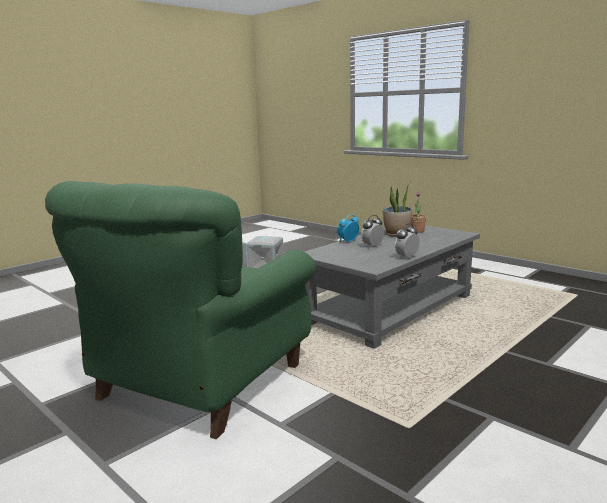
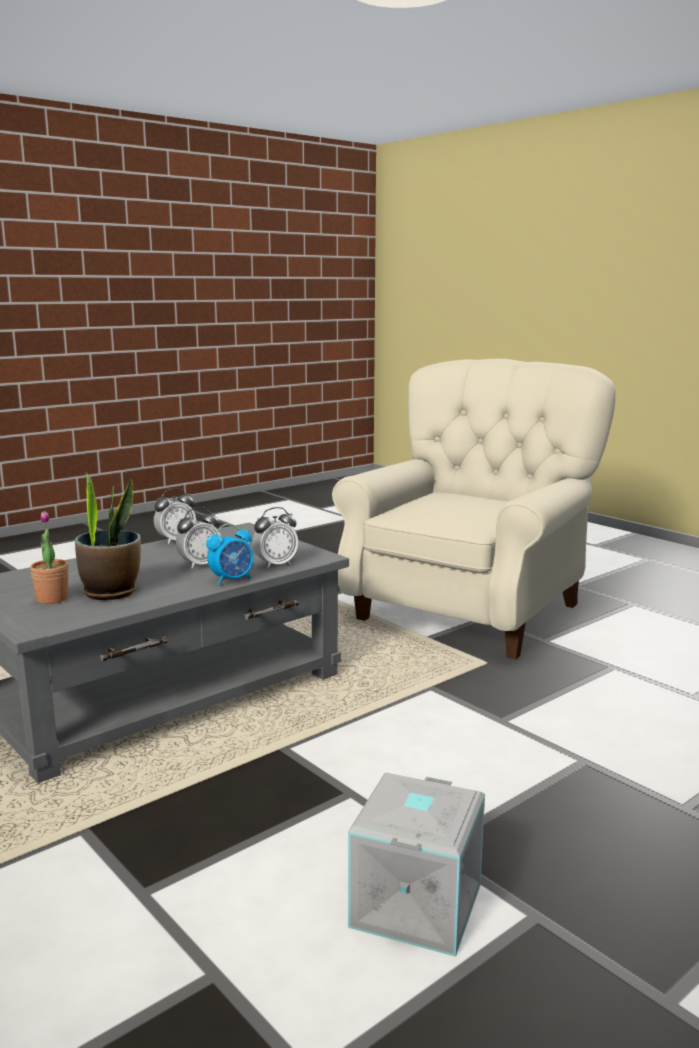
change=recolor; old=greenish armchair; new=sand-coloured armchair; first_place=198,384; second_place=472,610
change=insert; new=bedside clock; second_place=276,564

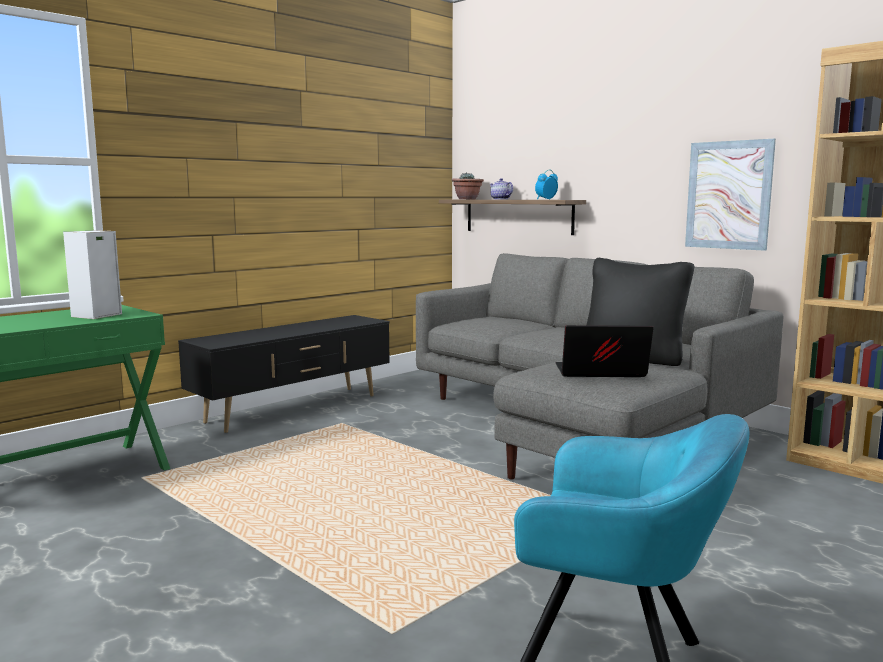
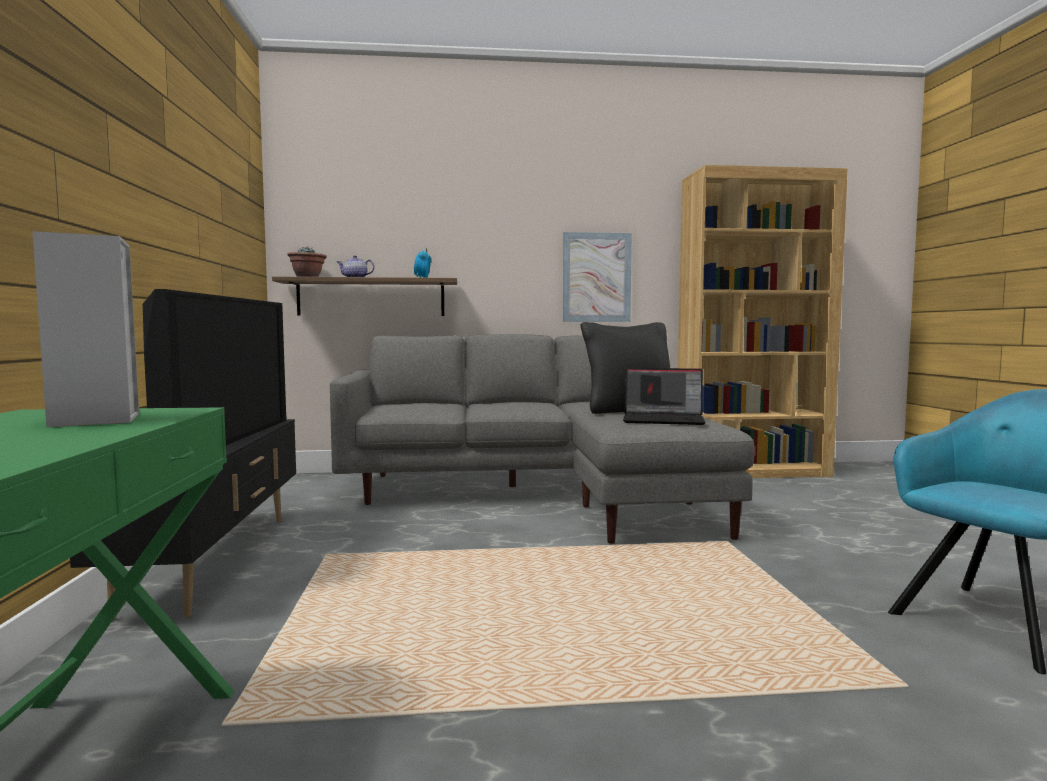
change=rotate; old=laptop; first_place=599,373; second_place=664,420; degrees=-120
change=insert; new=television; second_place=226,438

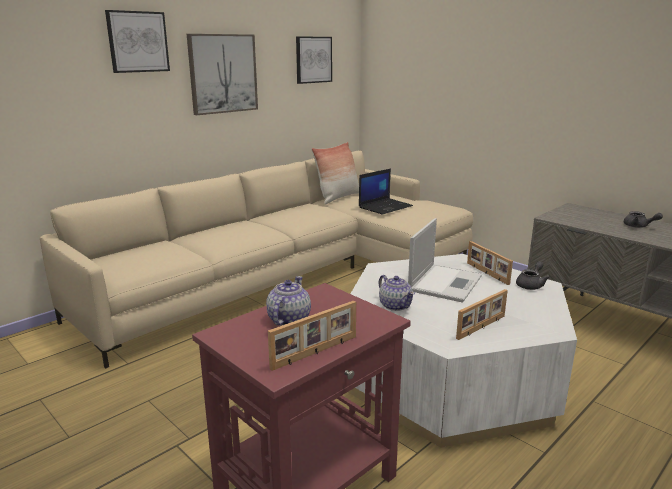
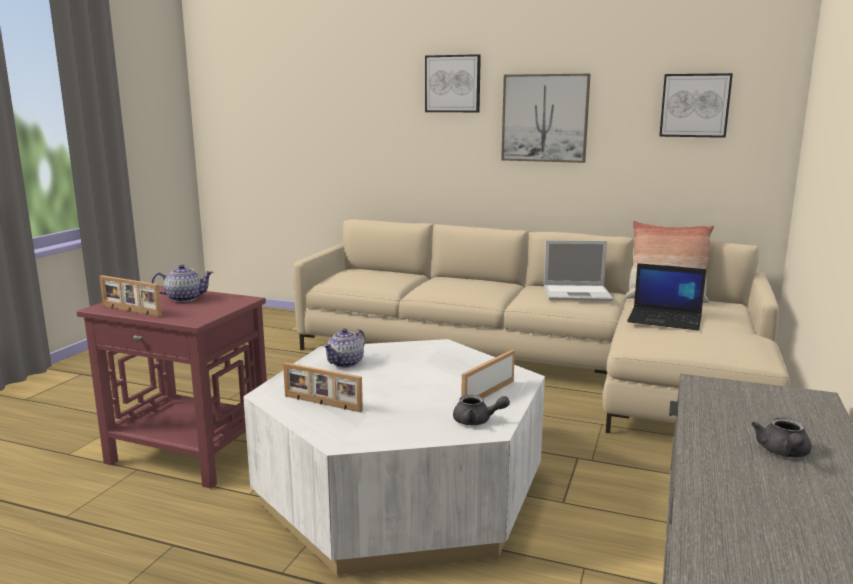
change=move; old=laptop; first_place=445,282; second_place=578,293

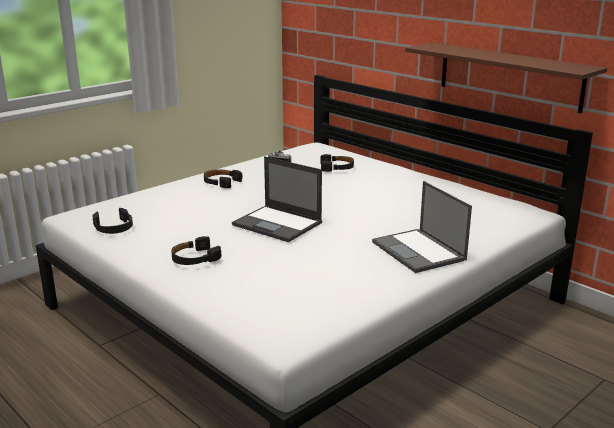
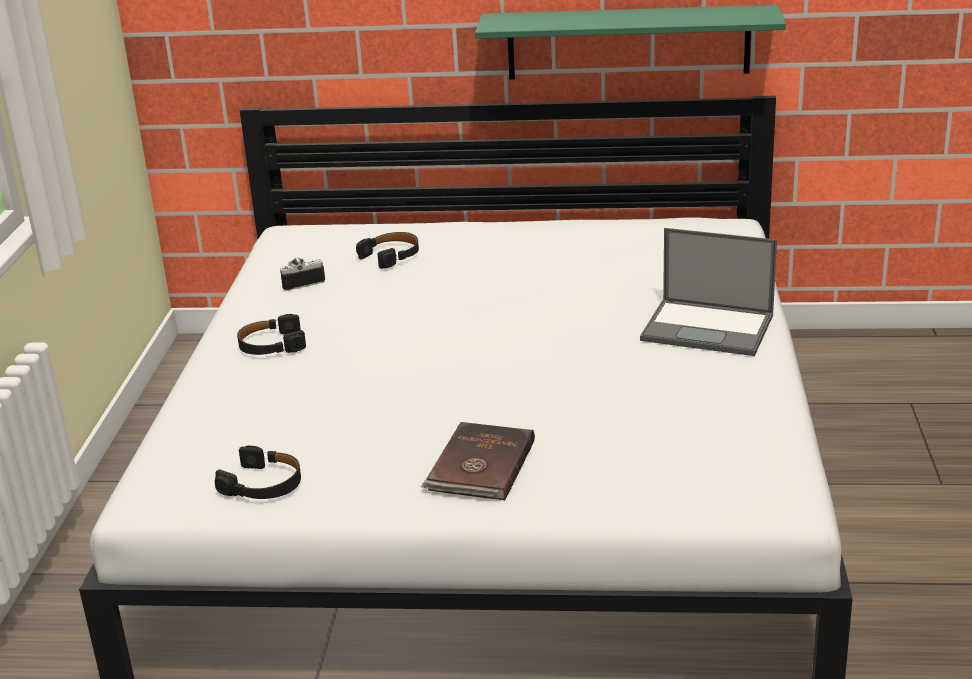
change=recolor; old=brown bracket shelf; new=greenish bracket shelf; first_place=509,76; second_place=628,42
change=delete; old=laptop; first_place=278,224
change=replace; old=blackish pair of headphones; new=brown bound book; first_place=194,258; second_place=479,466

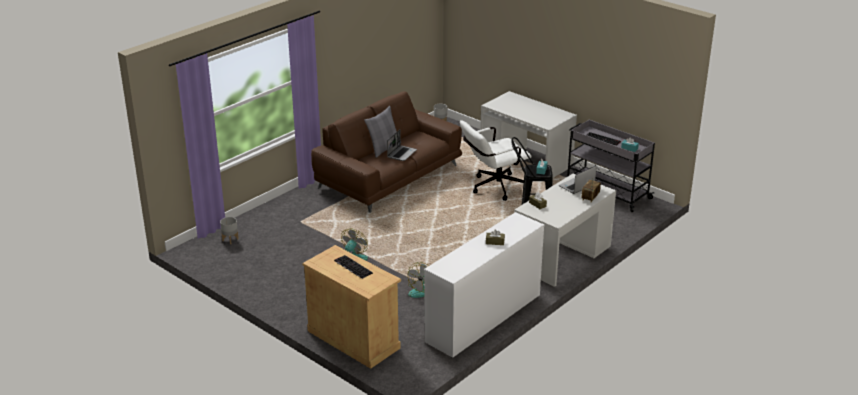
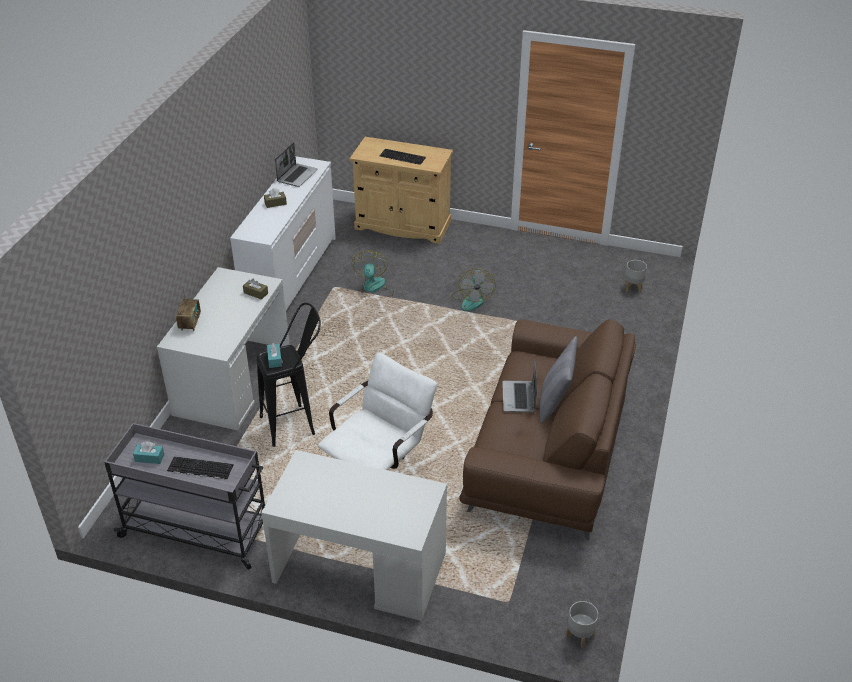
change=move; old=laptop; first_place=576,186; second_place=297,176

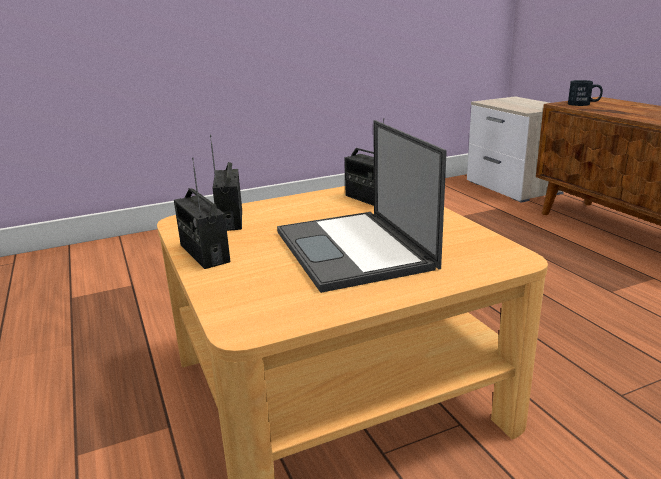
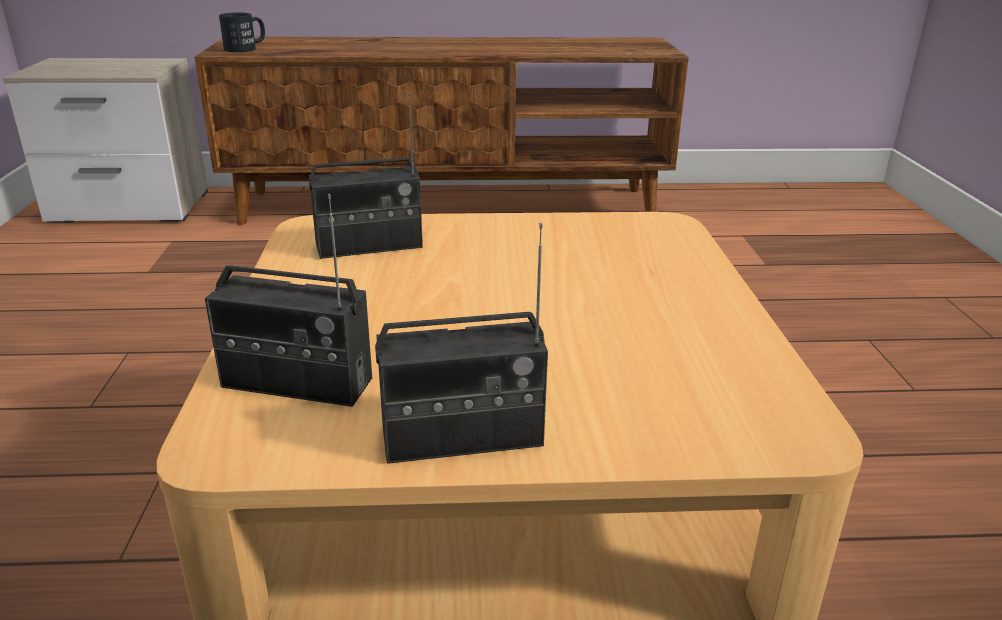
change=delete; old=laptop; first_place=354,250

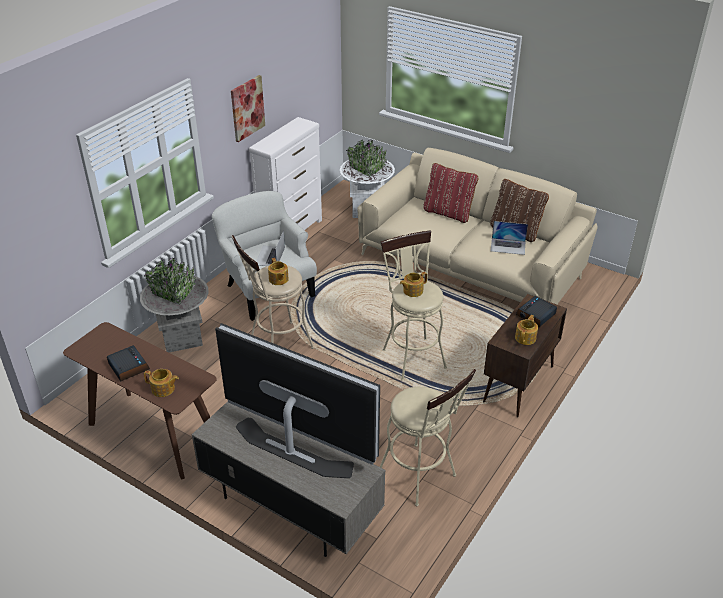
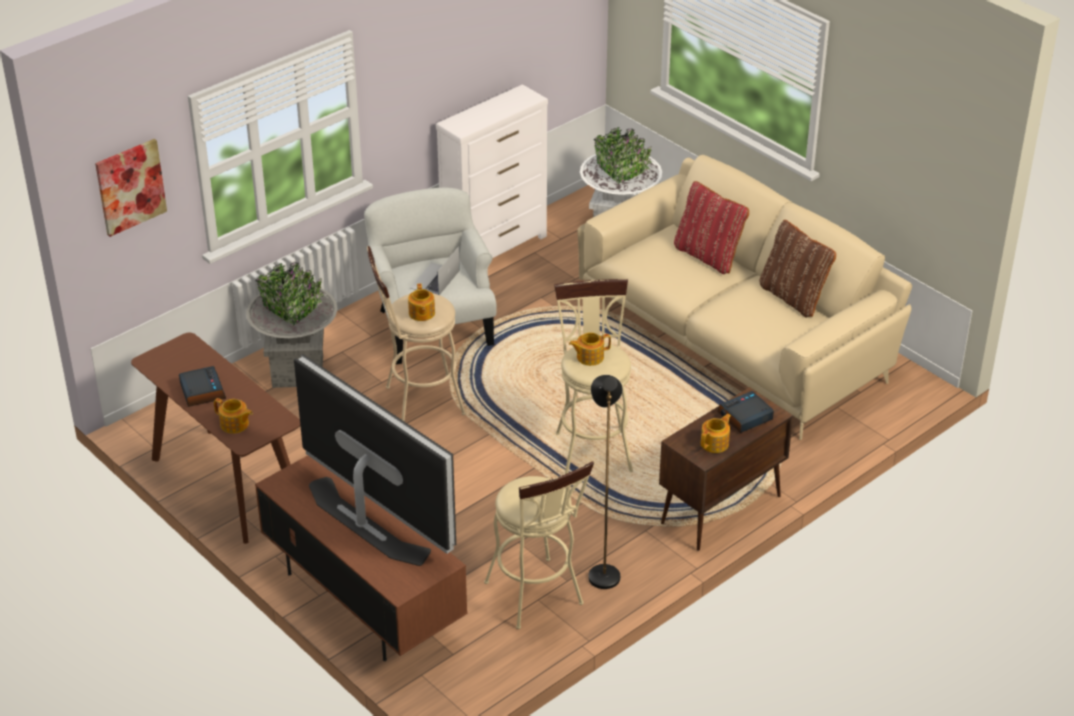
change=move; old=wall picture; first_place=247,108; second_place=130,186
change=delete; old=laptop; first_place=508,246
change=recolor; old=gray tv stand; new=brown tv stand; first_place=289,507; second_place=362,599
change=insert; new=blackish floor lamp; second_place=602,569

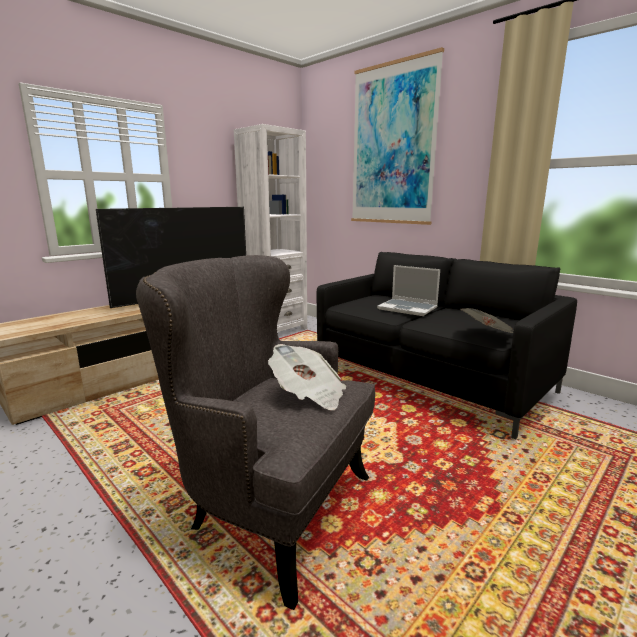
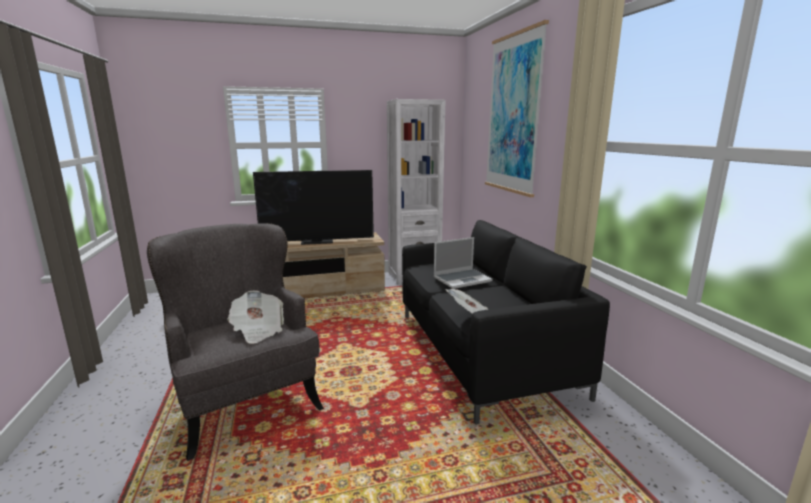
change=rotate; old=laptop; first_place=408,308; second_place=462,279; degrees=-90

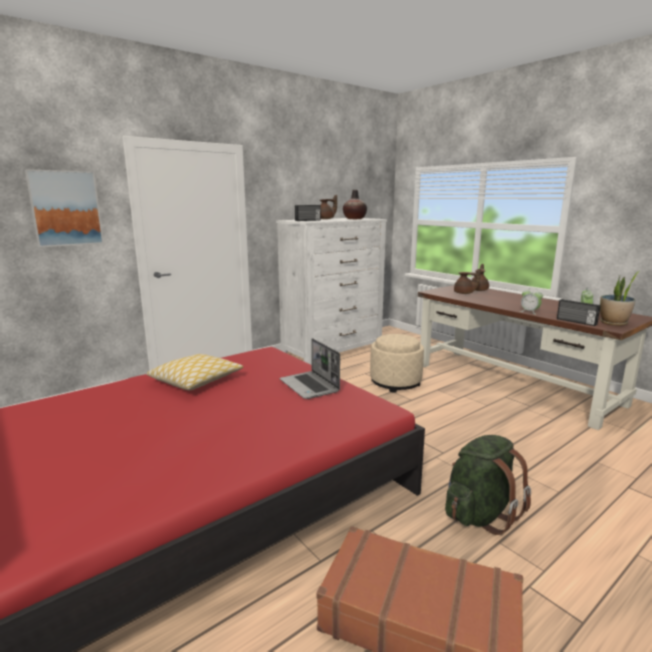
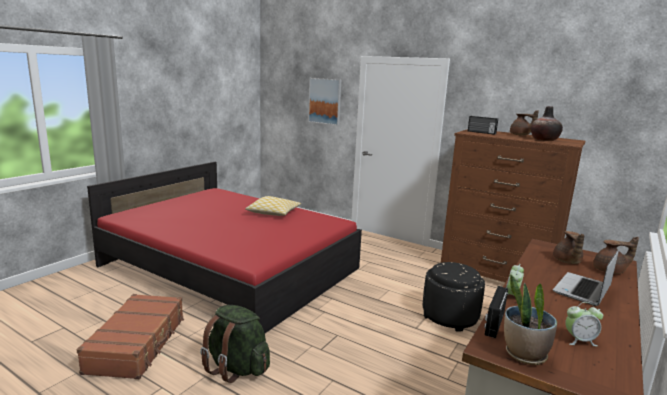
change=recolor; old=whitish chest of drawers; new=brown chest of drawers; first_place=333,349; second_place=497,275
change=recolor; old=sand-coloured pouffe; new=blackish pouffe; first_place=395,382; second_place=450,316
change=move; old=laptop; first_place=310,386; second_place=582,290

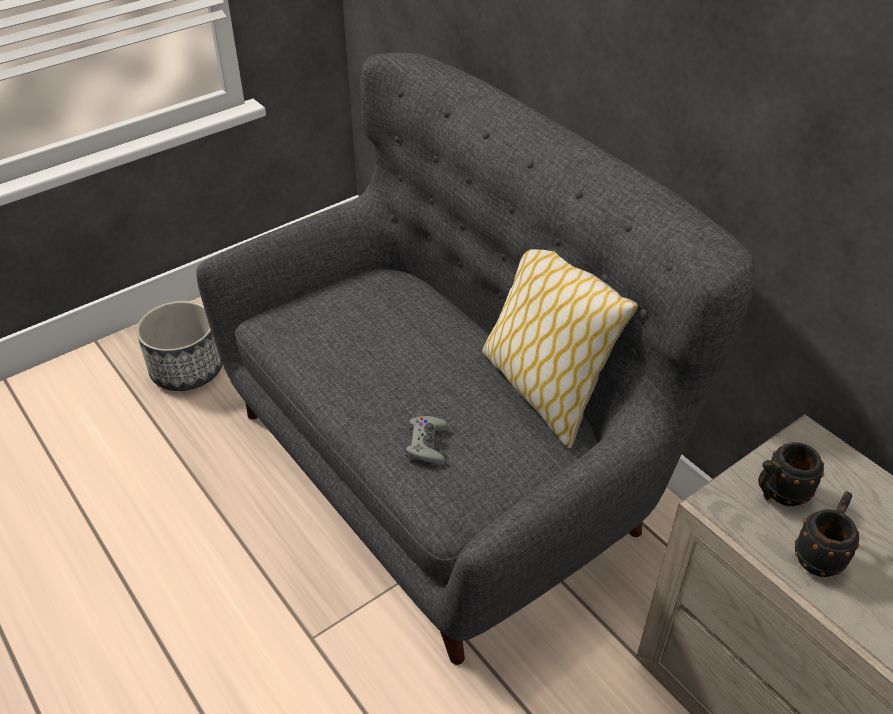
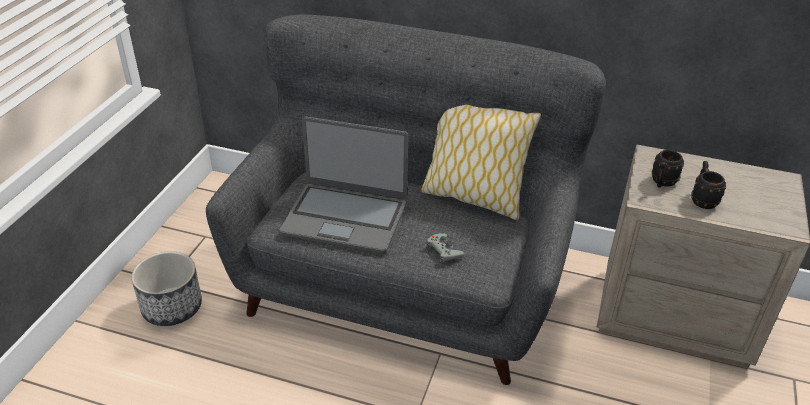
change=insert; new=laptop; second_place=345,218

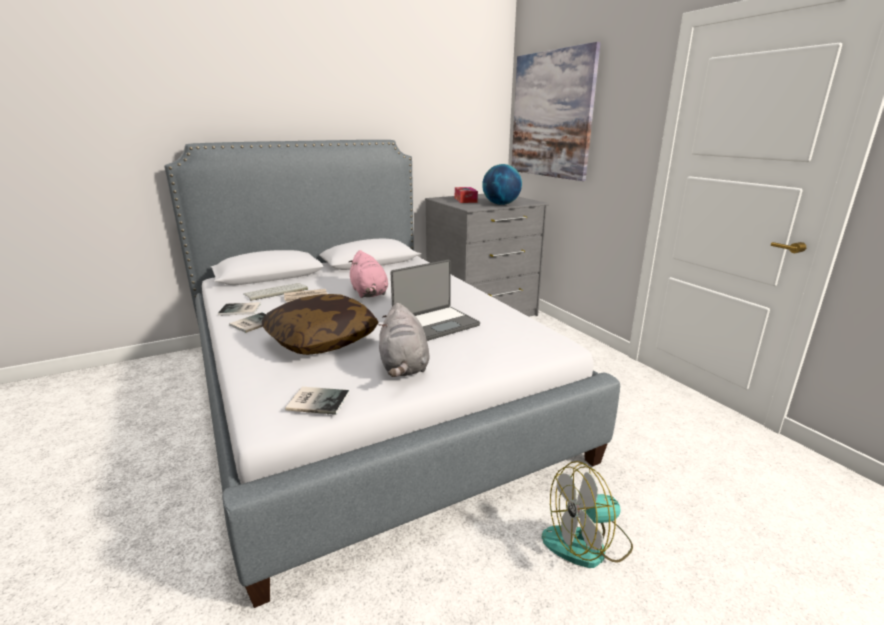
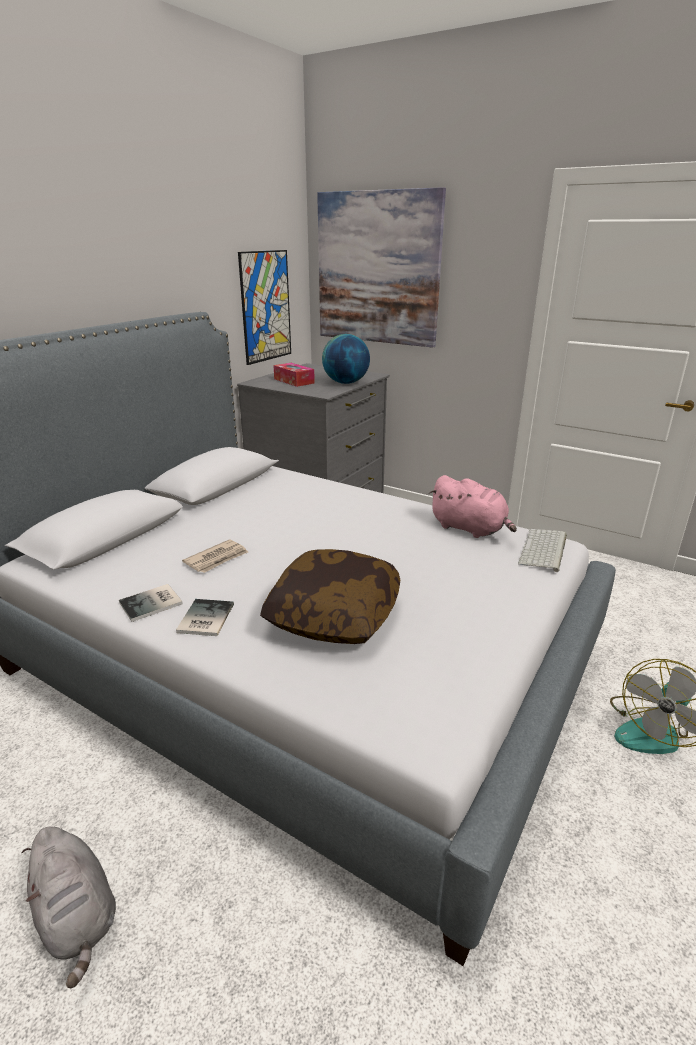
change=move; old=pink cuddly toy; first_place=369,293; second_place=470,529
change=delete; old=laptop; first_place=435,324
change=move; old=keyboard; first_place=275,292; second_place=544,550
change=move; old=gray cuddly toy; first_place=404,366; second_place=77,916
change=delete; old=bound book; first_place=317,400
change=insert; new=wall picture; second_place=266,307

